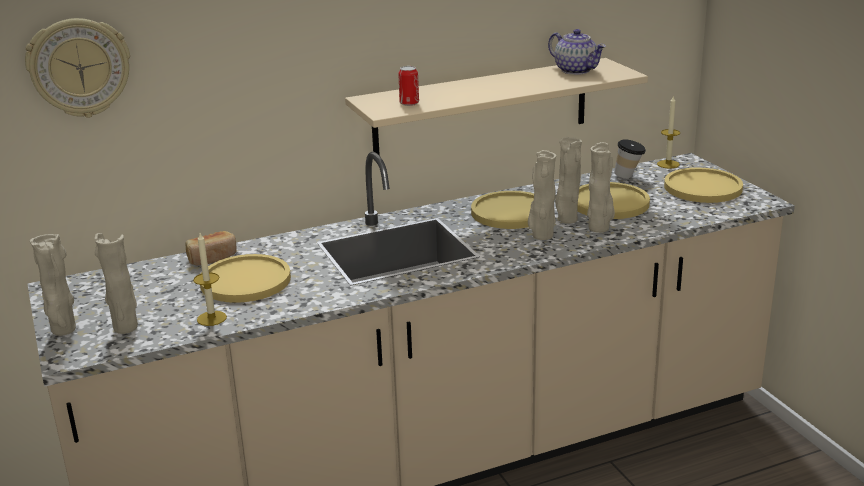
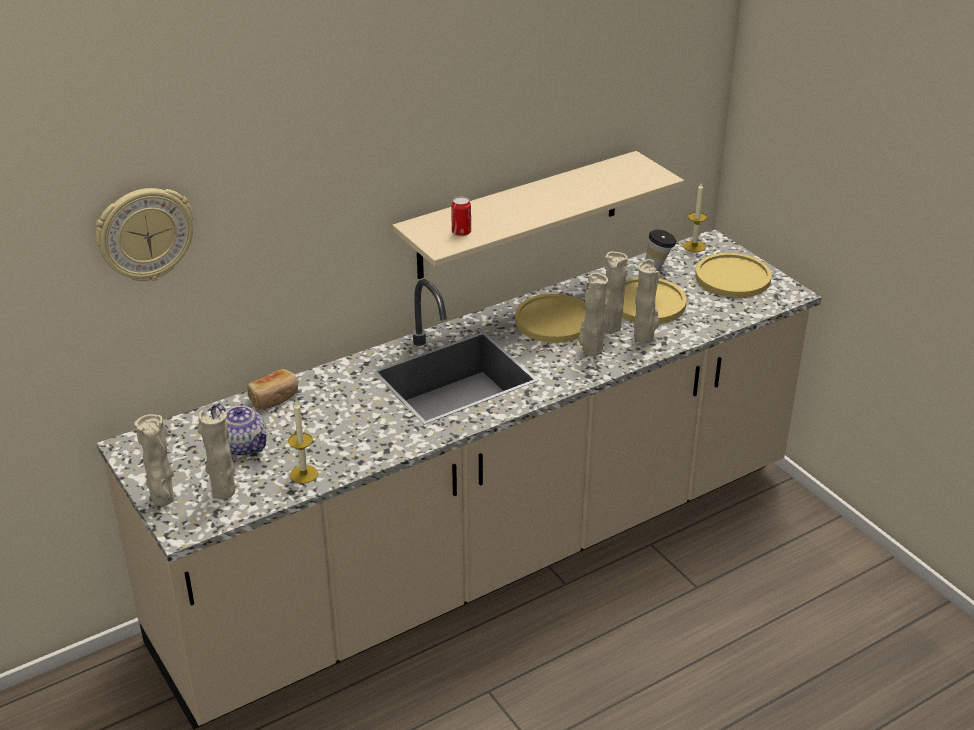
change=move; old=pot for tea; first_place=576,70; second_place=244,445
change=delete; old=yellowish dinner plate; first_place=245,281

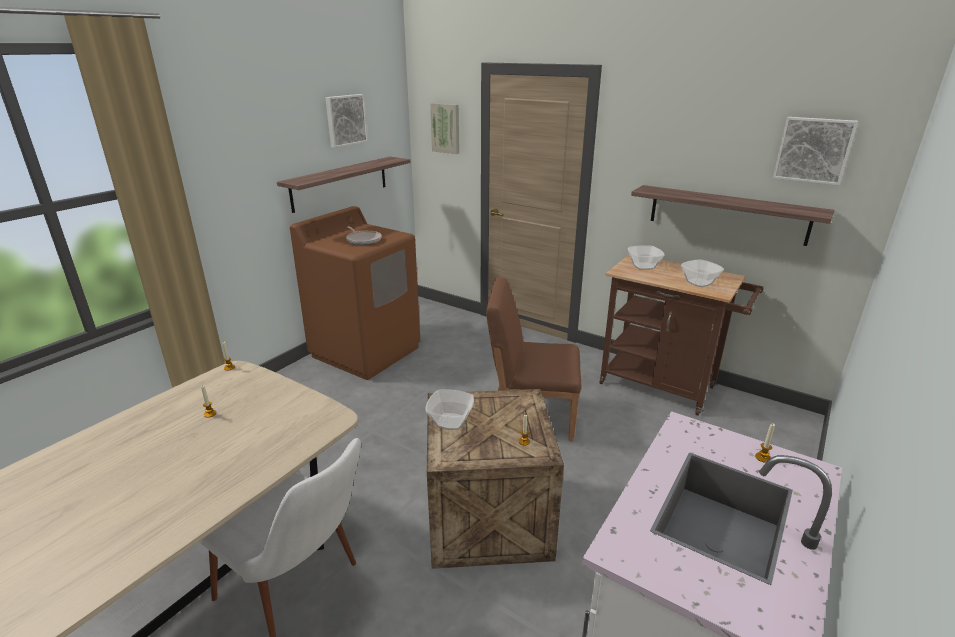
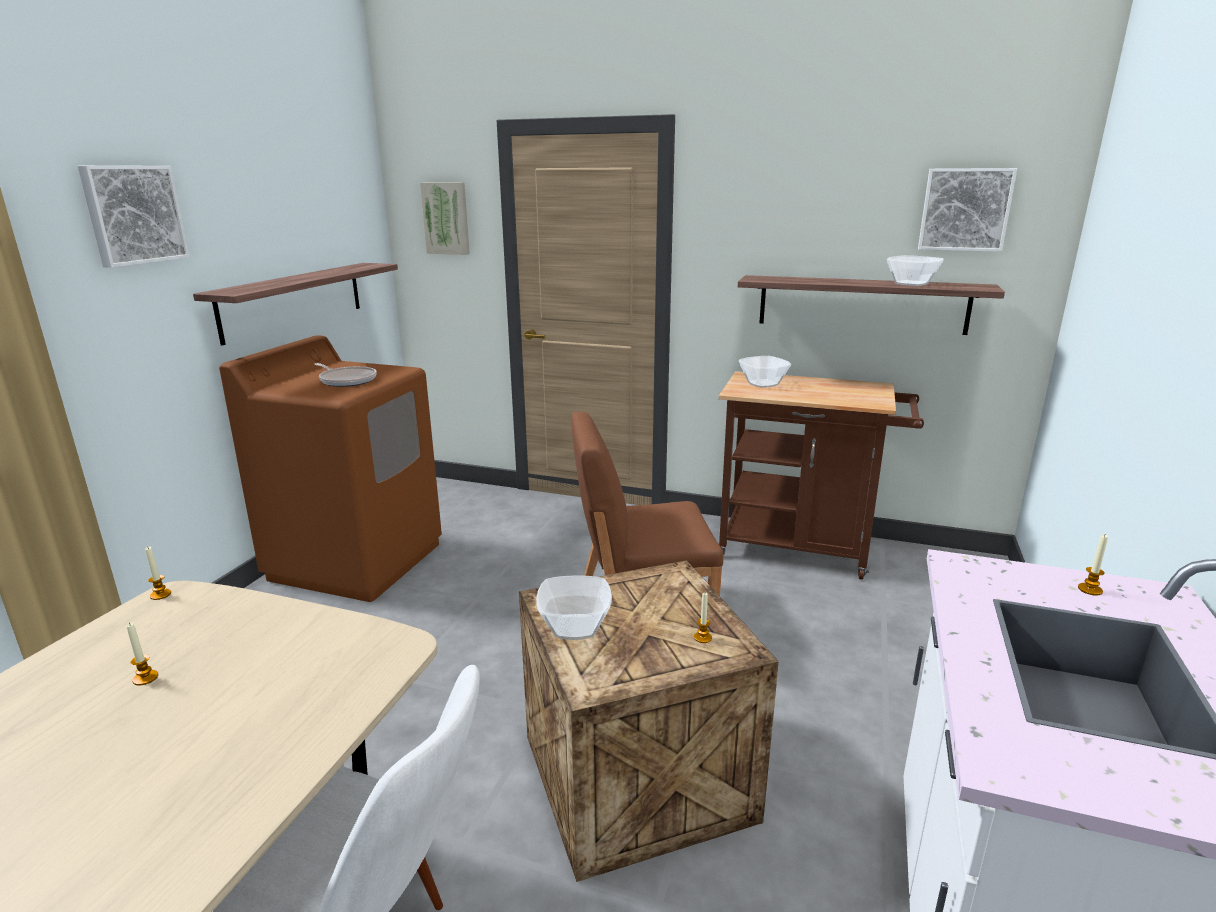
change=move; old=wall picture; first_place=345,120; second_place=133,214
change=move; old=deep dish; first_place=699,283; second_place=912,284

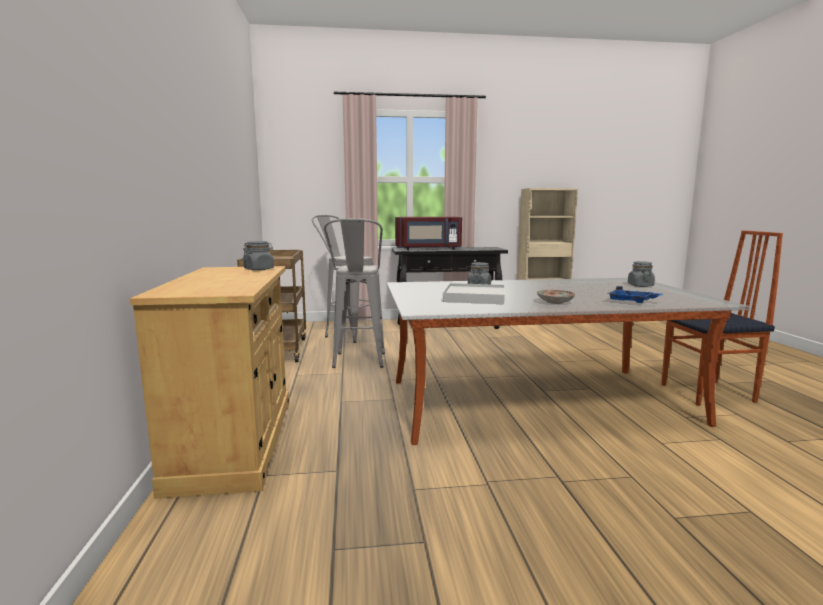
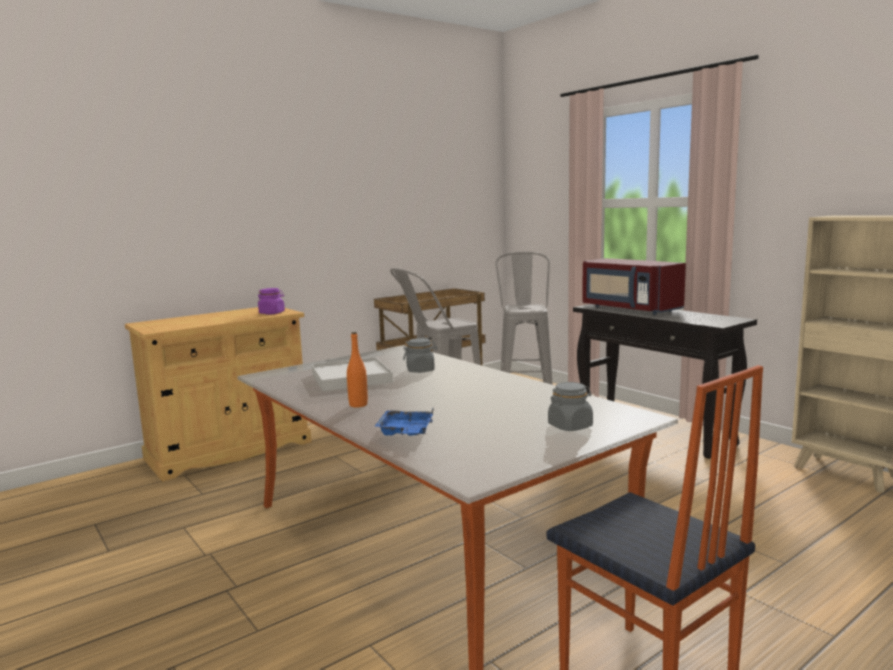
change=recolor; old=gray preserve jar; new=purple preserve jar; first_place=259,269; second_place=272,313
change=replace; old=dinner plate; new=orangey beverage bottle; first_place=555,302; second_place=358,405

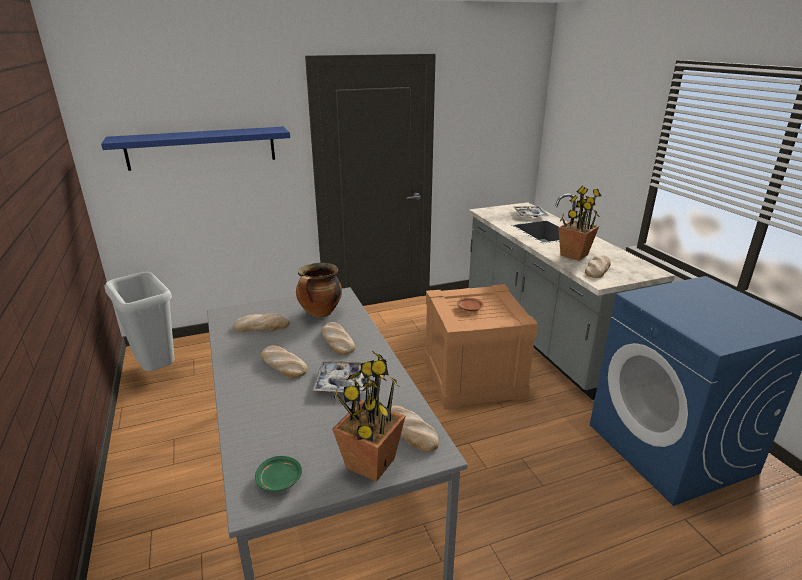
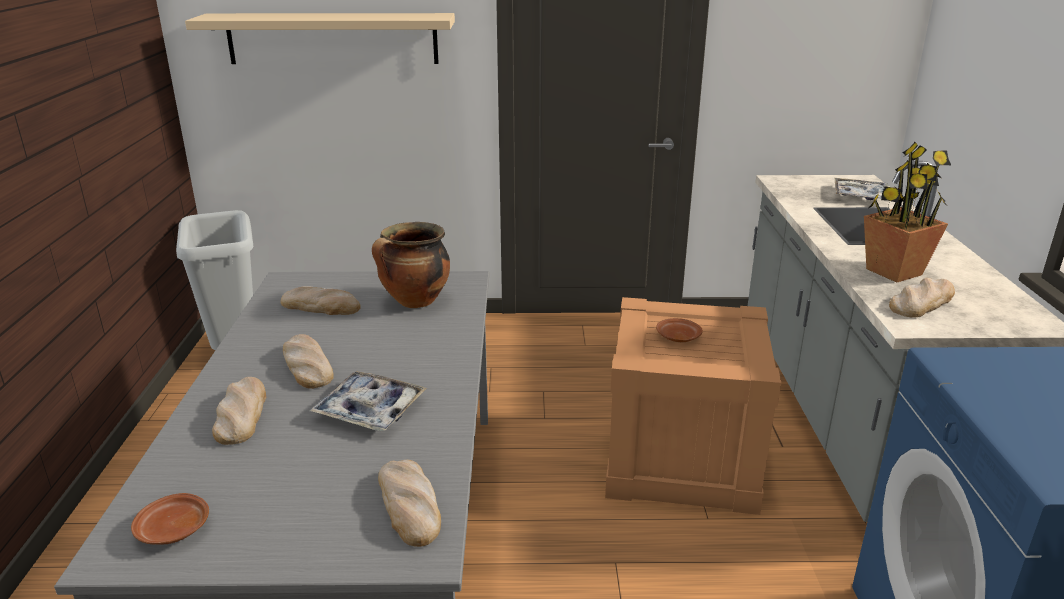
change=recolor; old=blue bracket shelf; new=sand-coloured bracket shelf; first_place=202,148; second_place=332,38
change=move; old=bakery bread; first_place=337,341; second_place=241,414
change=delete; old=potted plant; first_place=370,464
change=recolor; old=greenish dinner plate; new=brown dinner plate; first_place=279,480; second_place=173,530

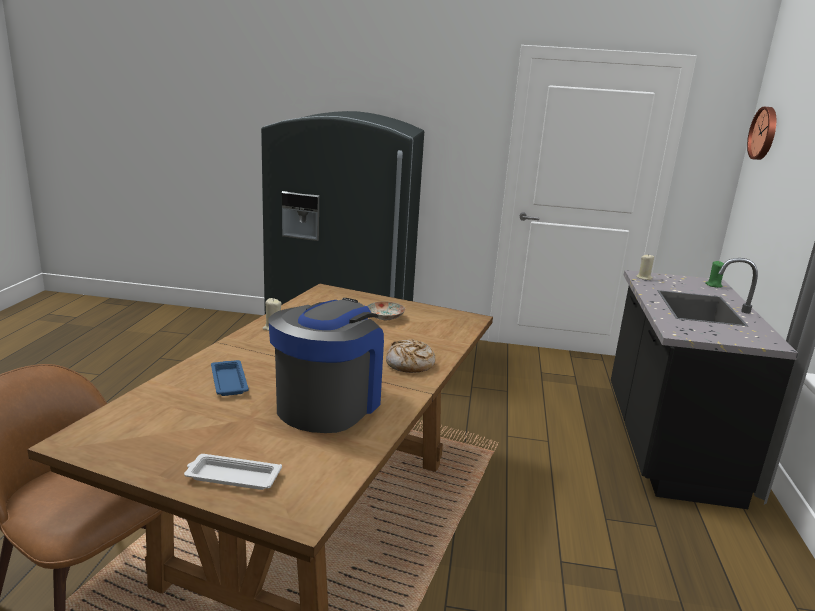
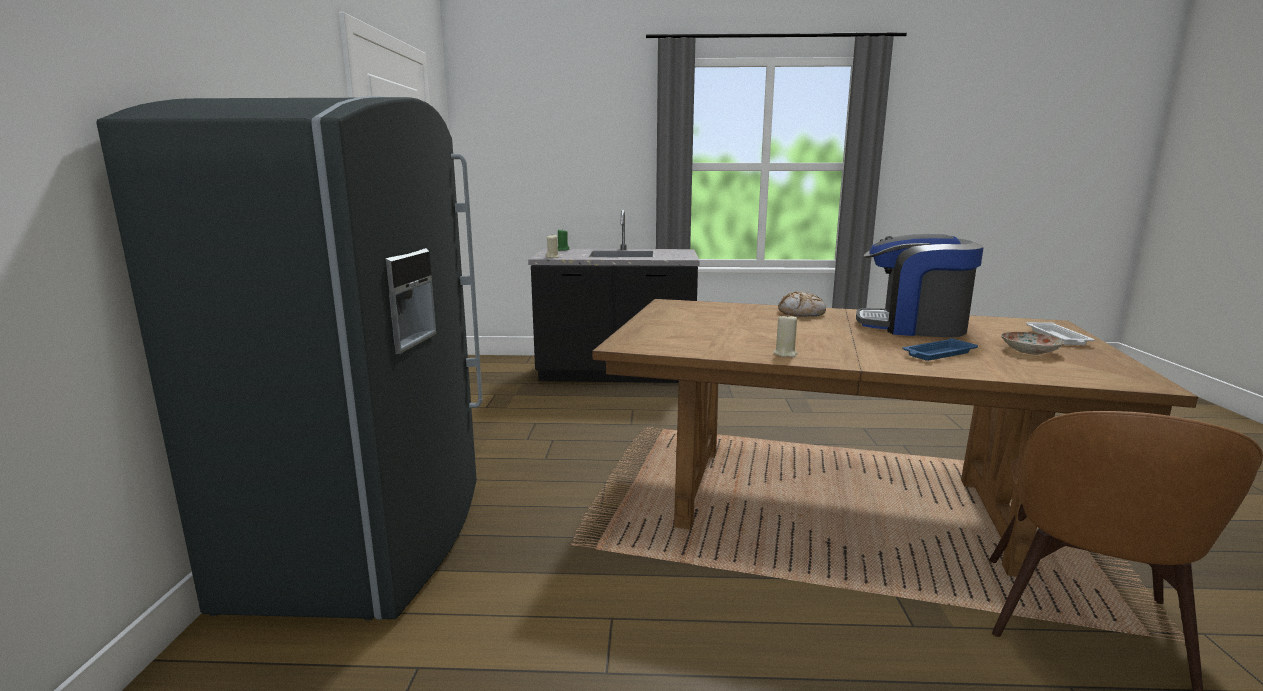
change=delete; old=clock on the wall; first_place=764,133
change=move; old=dinner plate; first_place=385,317; second_place=1030,351

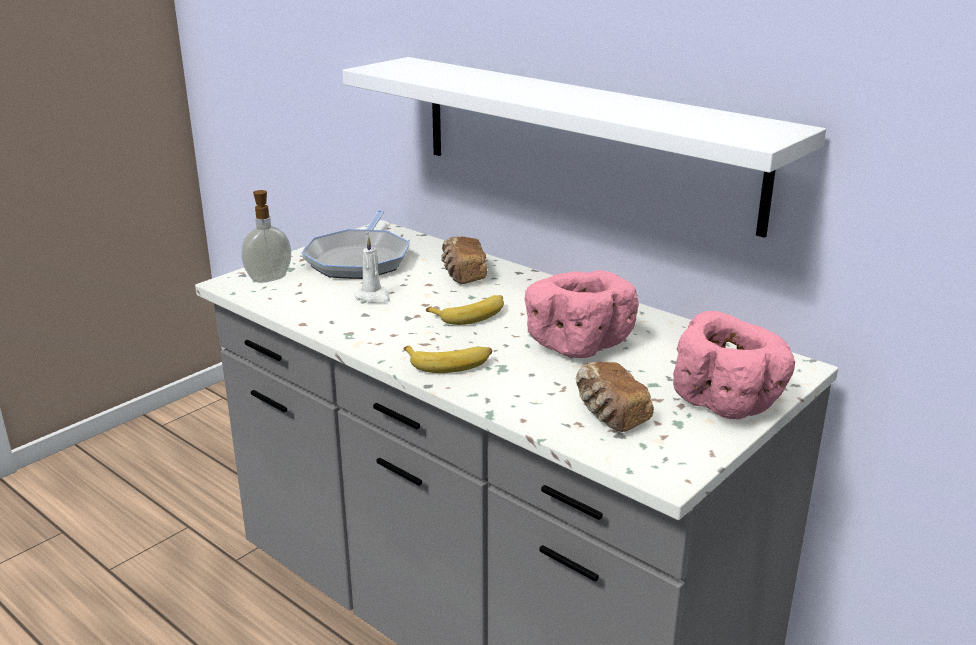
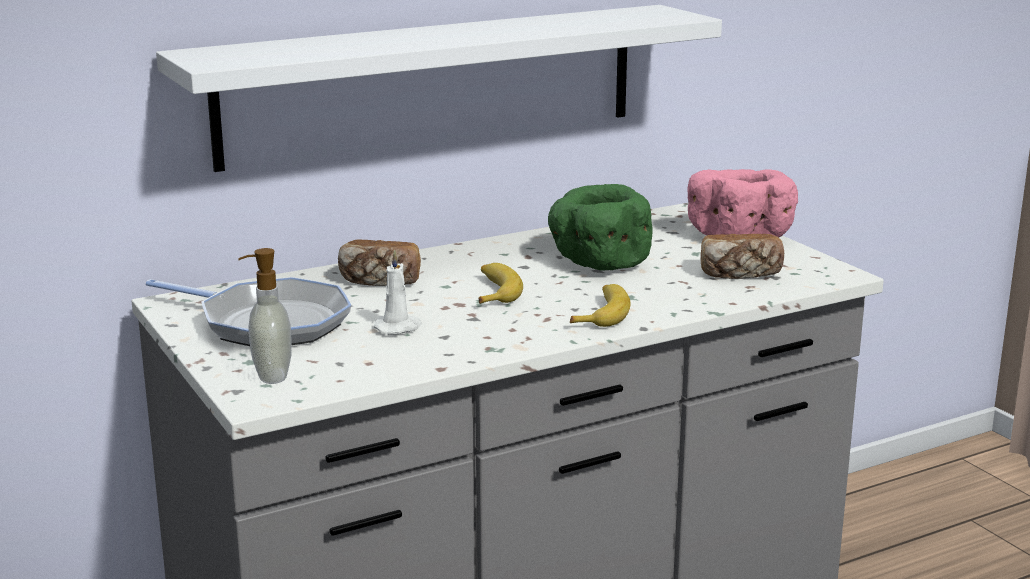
change=recolor; old=pink deep dish; new=greenish deep dish; first_place=578,343; second_place=598,263

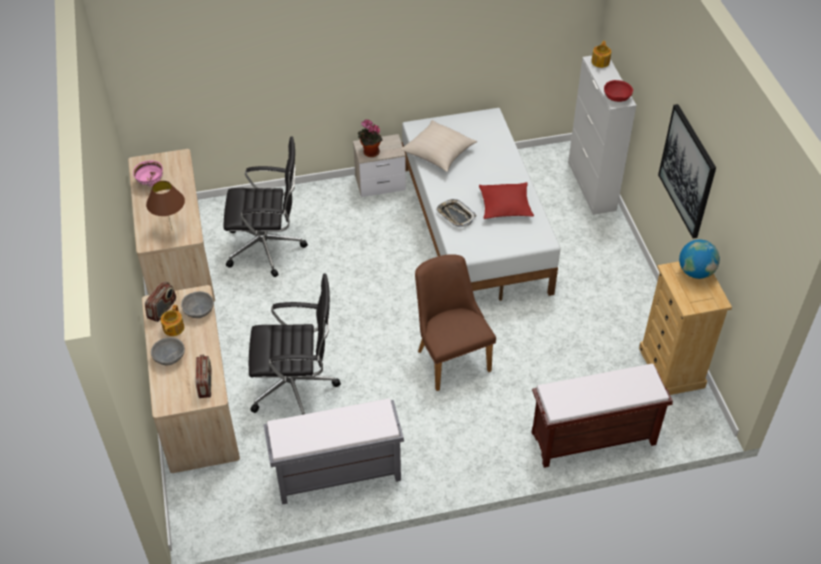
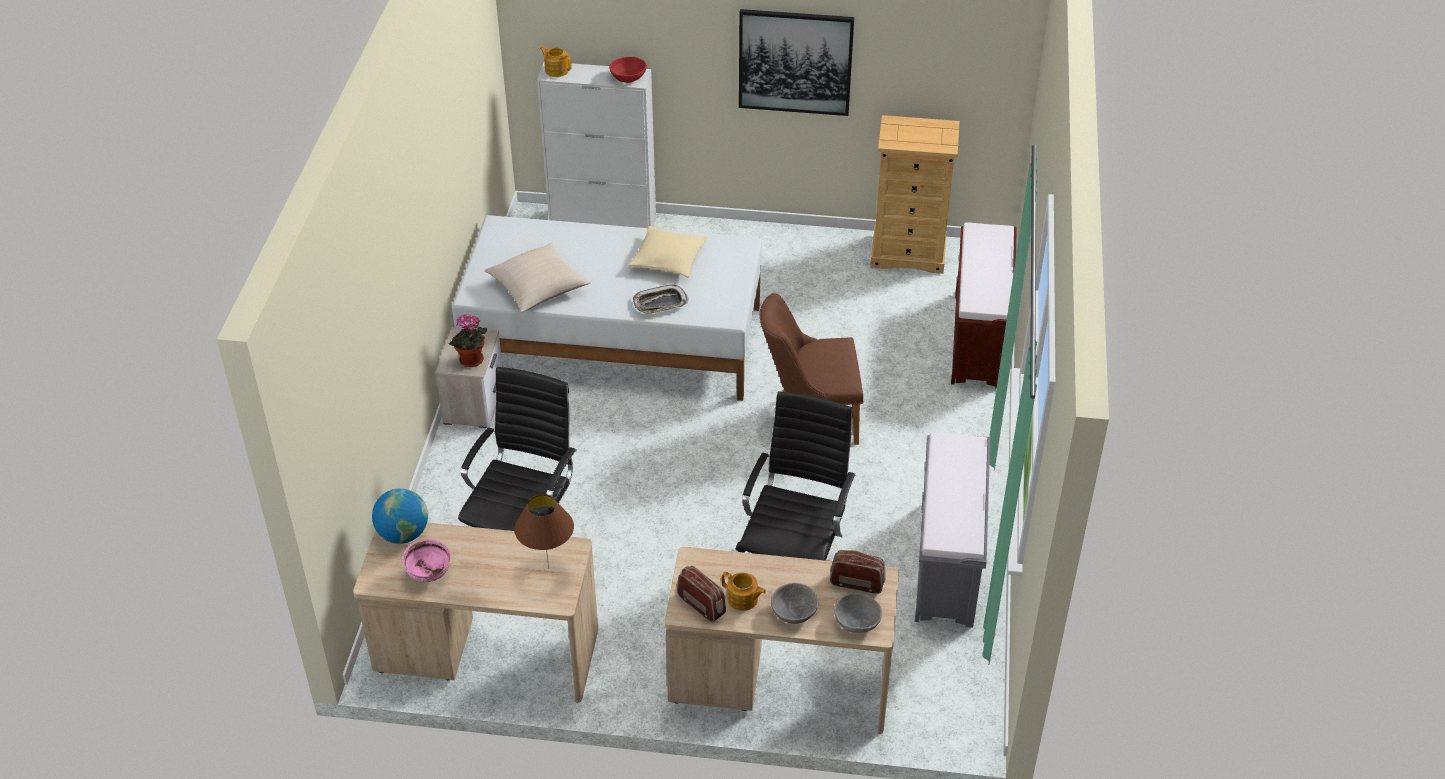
change=recolor; old=red pillow; new=sand-coloured pillow; first_place=505,206; second_place=668,259
change=move; old=desk globe; first_place=695,272; second_place=403,534
change=move; old=gray deep dish; first_place=198,310; second_place=856,622

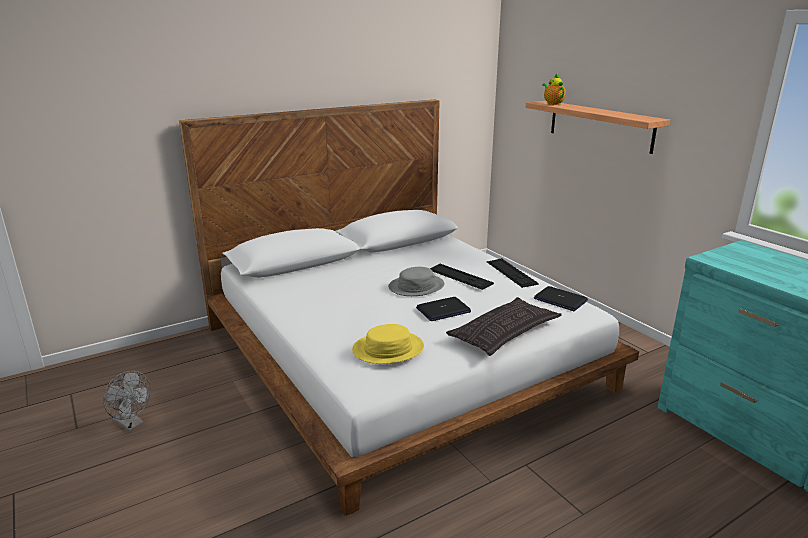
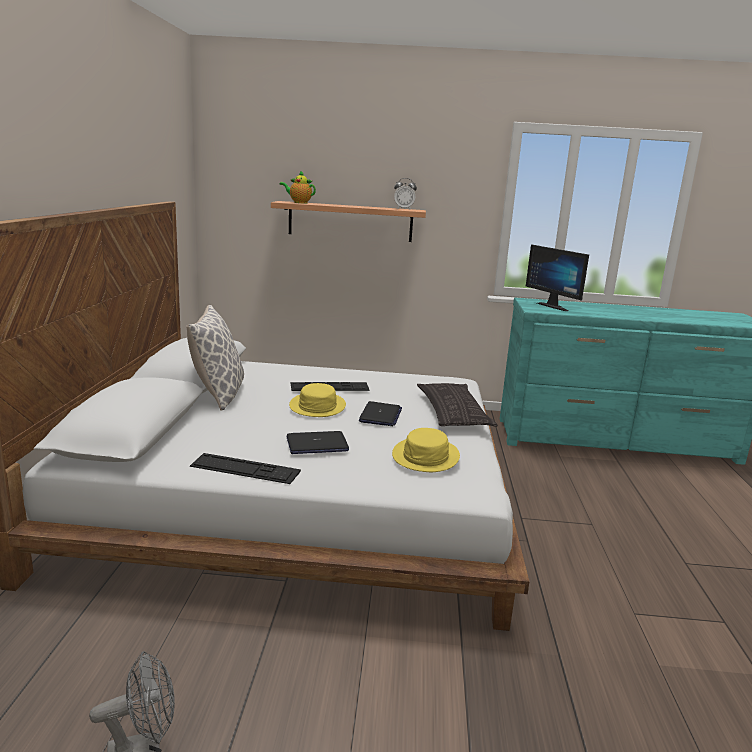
change=move; old=keyboard; first_place=511,272; second_place=245,469
change=recolor; old=gray clothing hat; new=yellowish clothing hat; first_place=416,286; second_place=317,406
change=move; old=laptop; first_place=560,300; second_place=317,444
change=insert; new=bedside clock; second_place=403,209
change=insert; new=monitor; second_place=555,306
change=insert; new=pillow; second_place=218,394

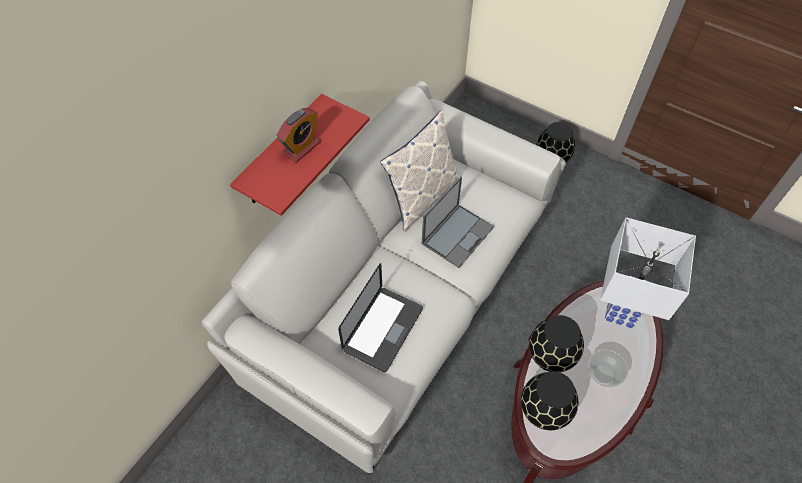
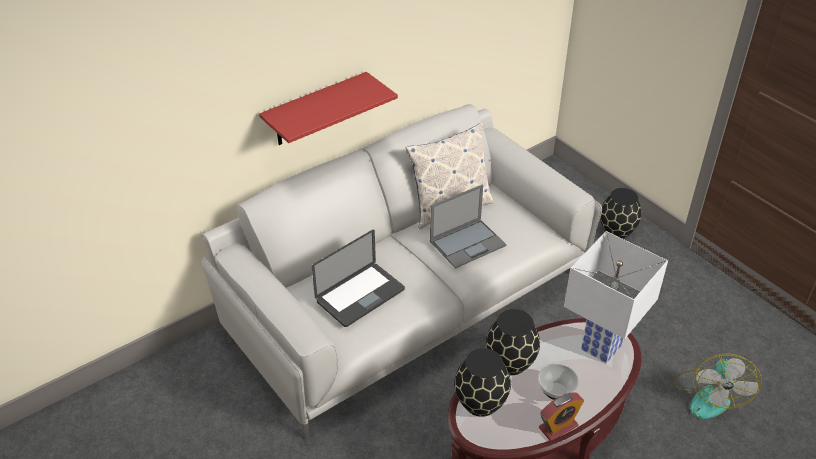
change=move; old=bedside clock; first_place=301,148; second_place=558,427
change=insert; new=fan; second_place=709,395

